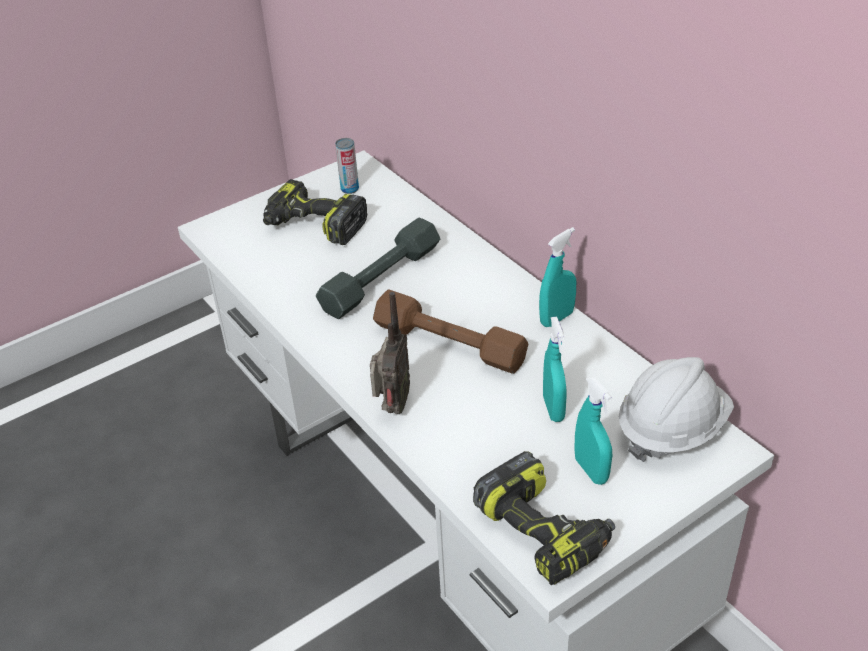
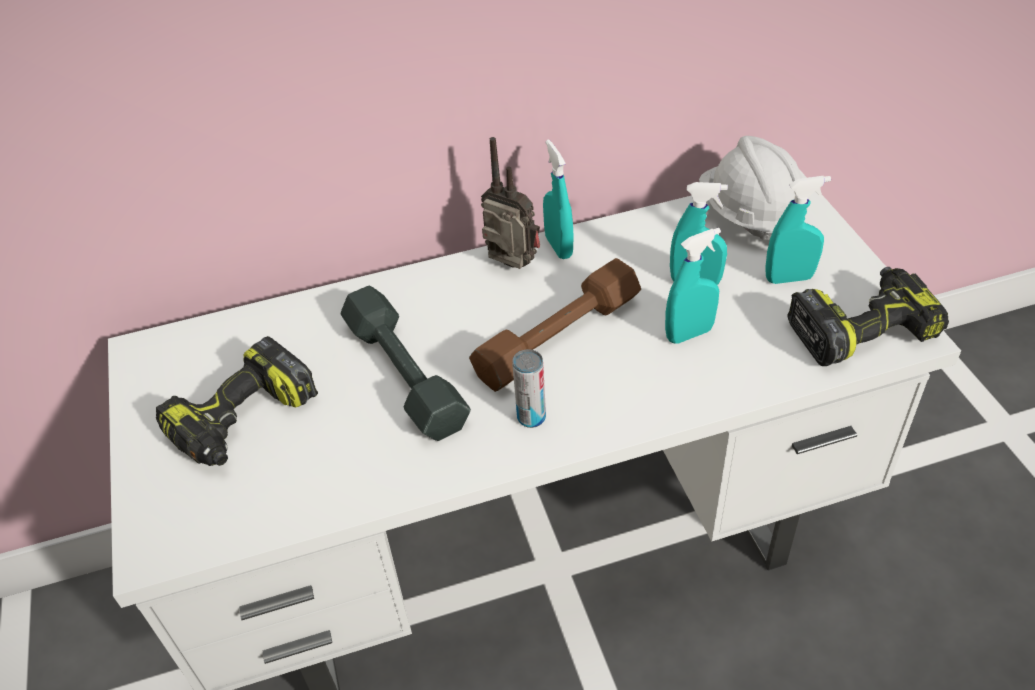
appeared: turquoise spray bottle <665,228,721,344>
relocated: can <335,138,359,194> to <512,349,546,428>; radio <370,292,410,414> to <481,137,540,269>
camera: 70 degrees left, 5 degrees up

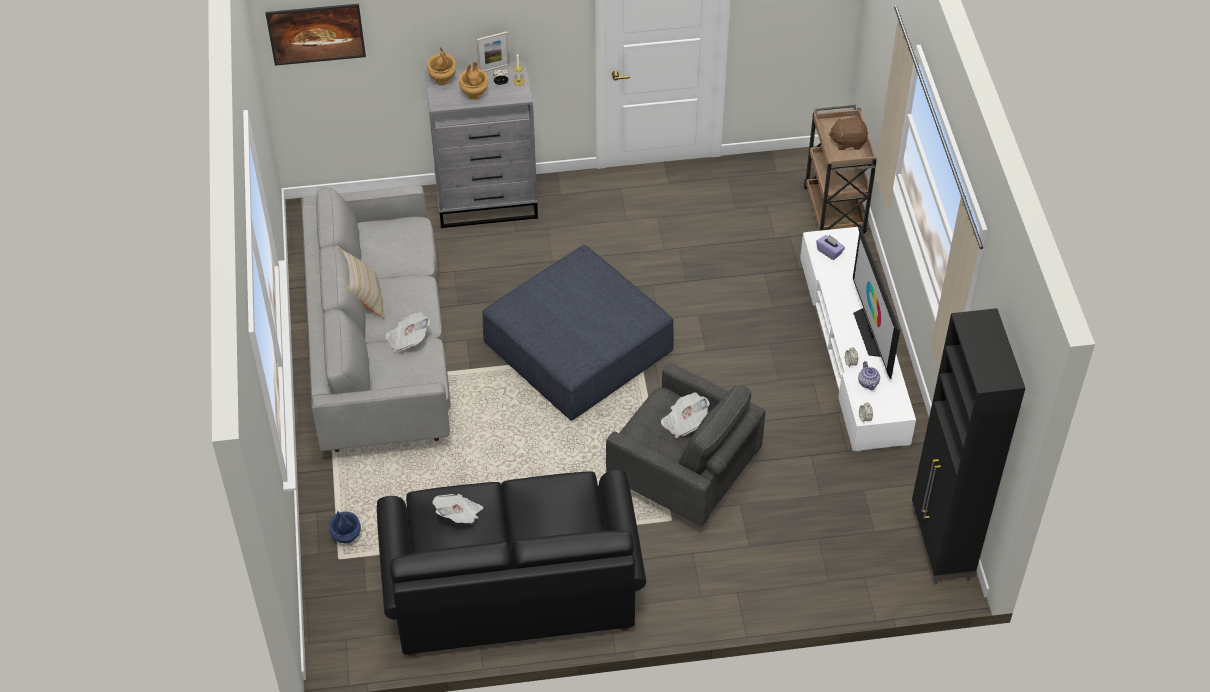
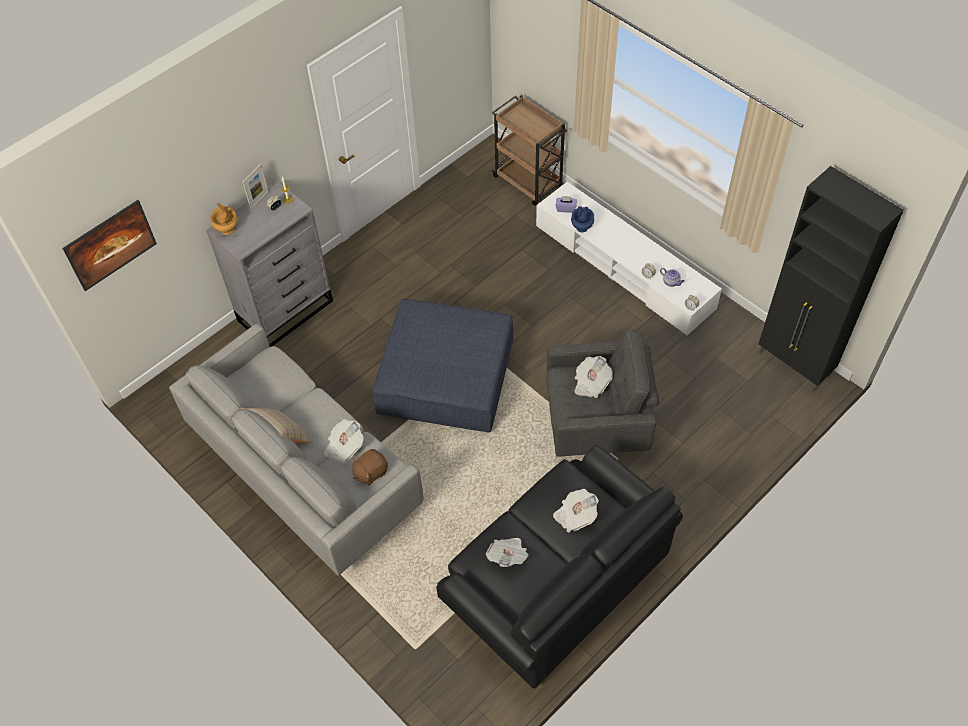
missing: brown vase <459,62,488,100>; television <853,228,900,379>
appeared: newspaper <553,489,599,533>
relocated: blue vase <329,511,361,544> to <571,206,594,232>; brown plush toy <829,116,868,150> to <352,449,388,486>
camera: 35 degrees left, 5 degrees up

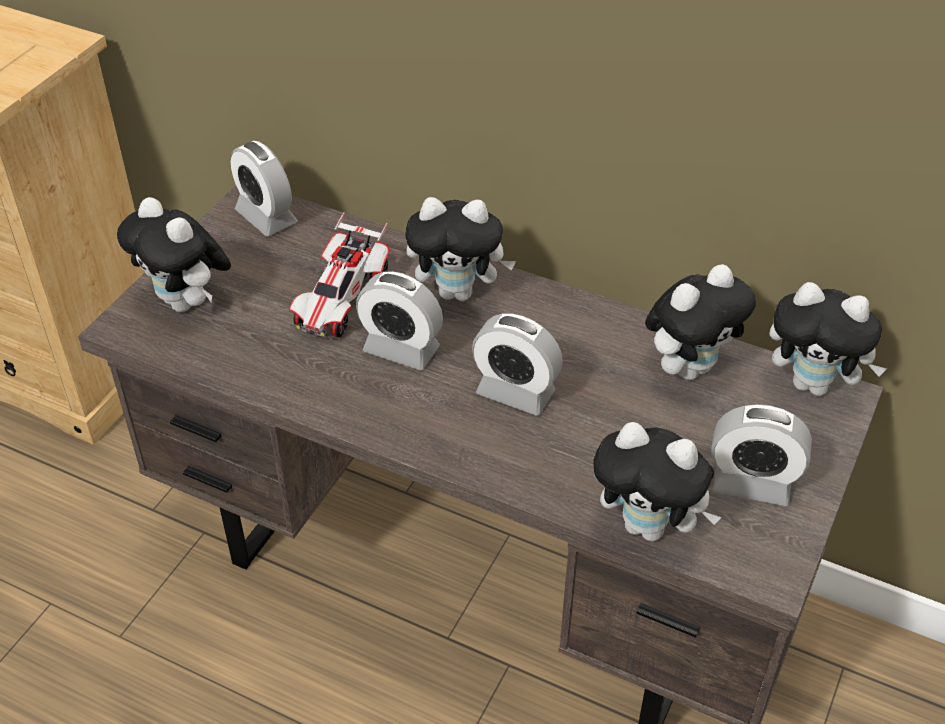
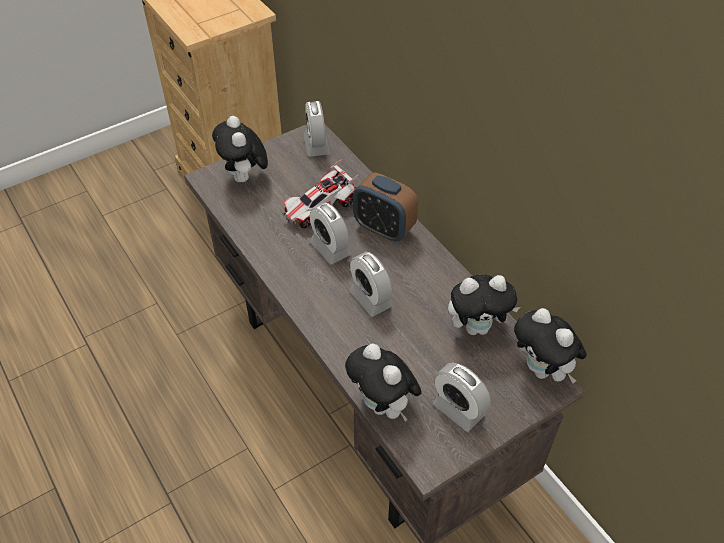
exchanged: plush toy <406,197,516,301> to alarm clock <353,172,418,242>
camera: 30 degrees right, 5 degrees up

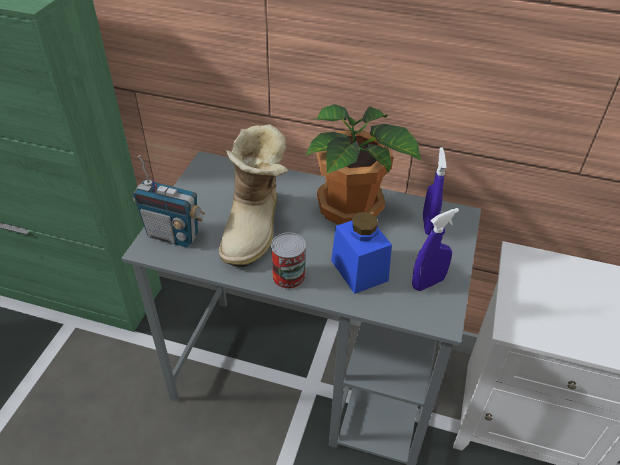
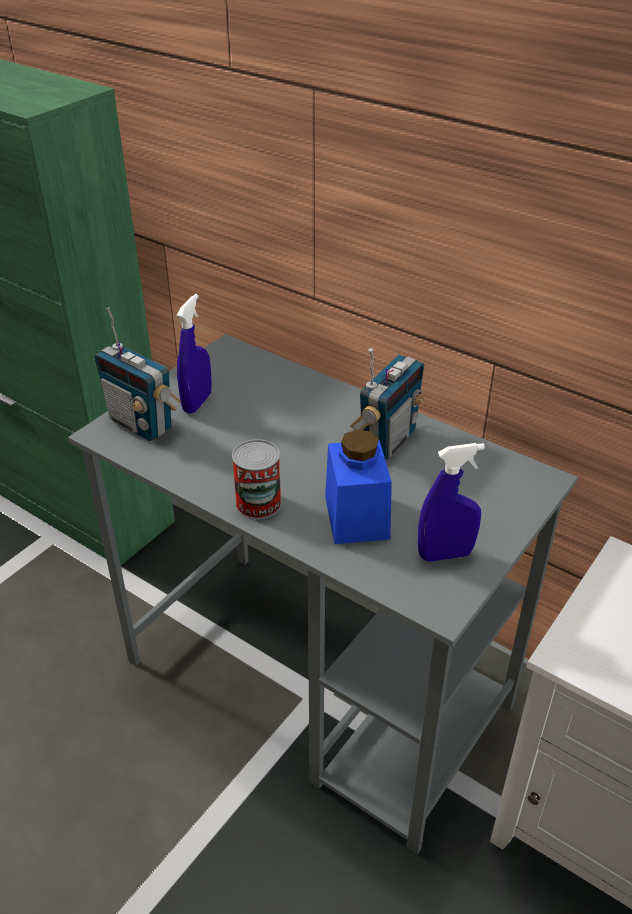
missing: boot <219,124,288,267>
relocated: blue spray bottle <423,147,446,235> to <176,294,212,414>
exchanged: potted plant <305,104,422,225> to radio <350,348,424,460>
camera: 20 degrees right, 5 degrees down

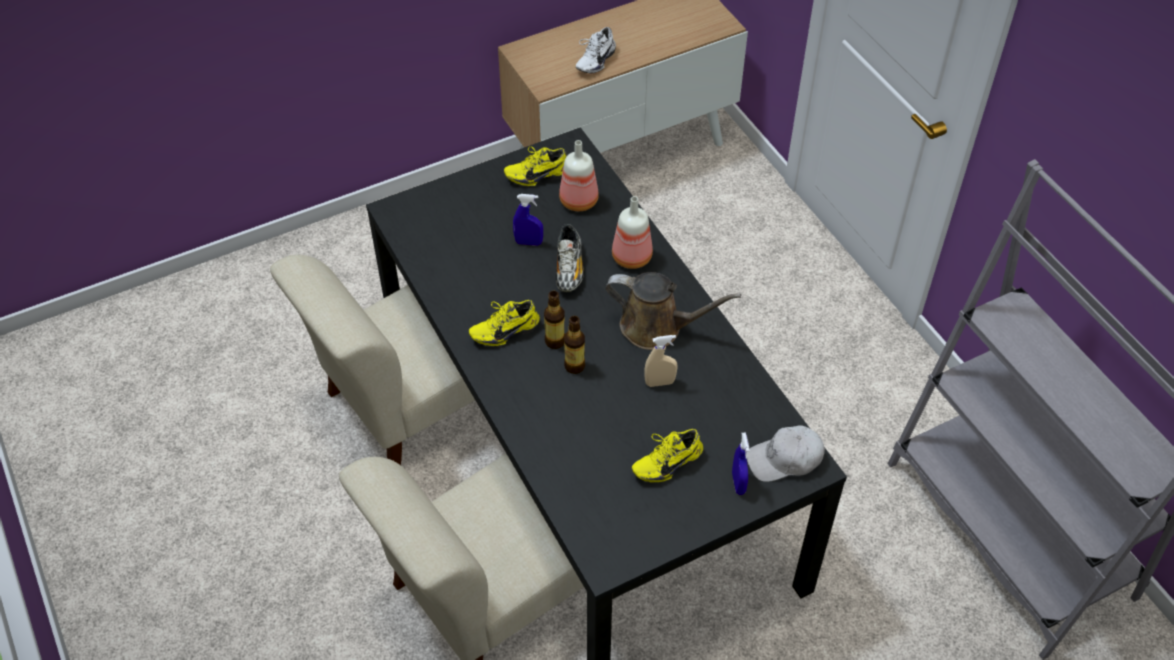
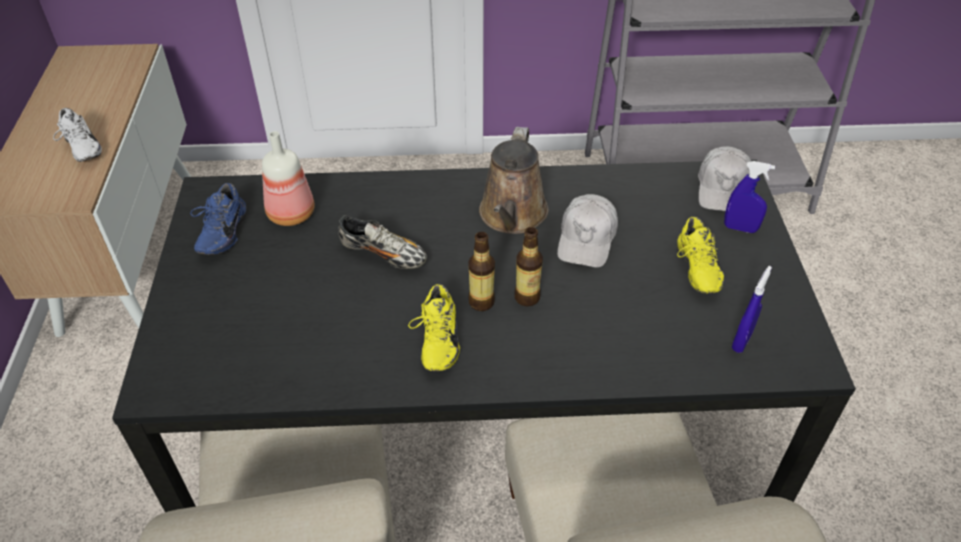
missing: bottle <612,196,653,269>
relocated: blue spray bottle <513,194,543,246> to <732,266,772,353>
exchanged: beige spray bottle <644,335,678,387> to white cap <557,194,618,268>
colour: yellow shoe <504,146,566,186> to blue shoe <190,183,247,255>
spun: brown watering can <606,272,741,350> = <479,127,549,234> 150 degrees clockwise
camera: 65 degrees left, 5 degrees down

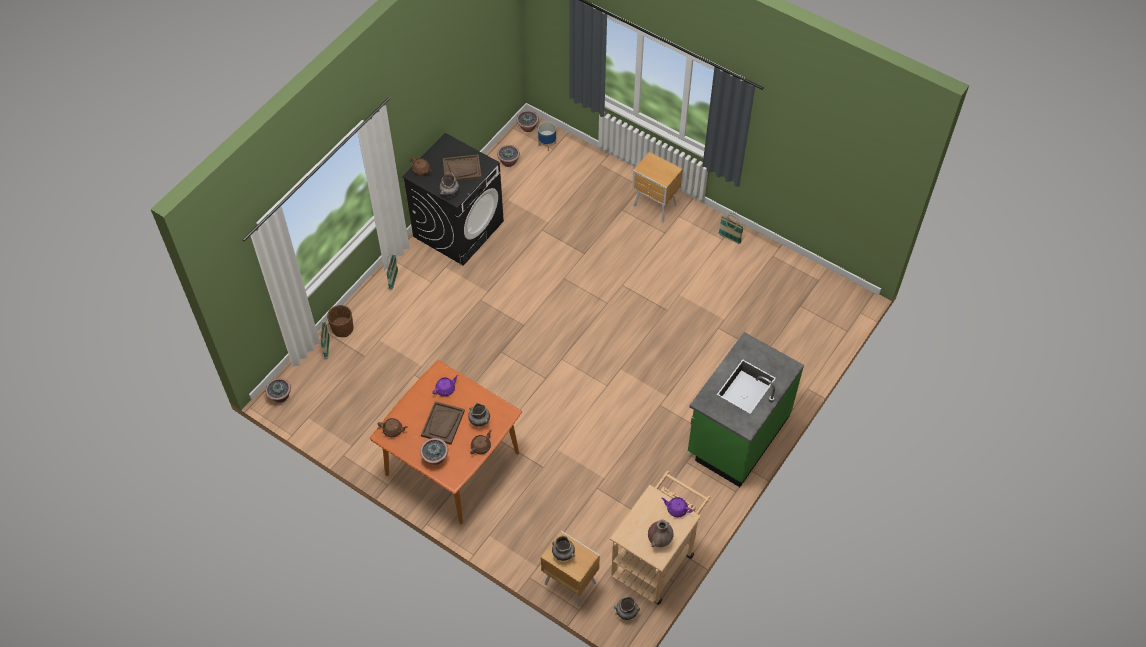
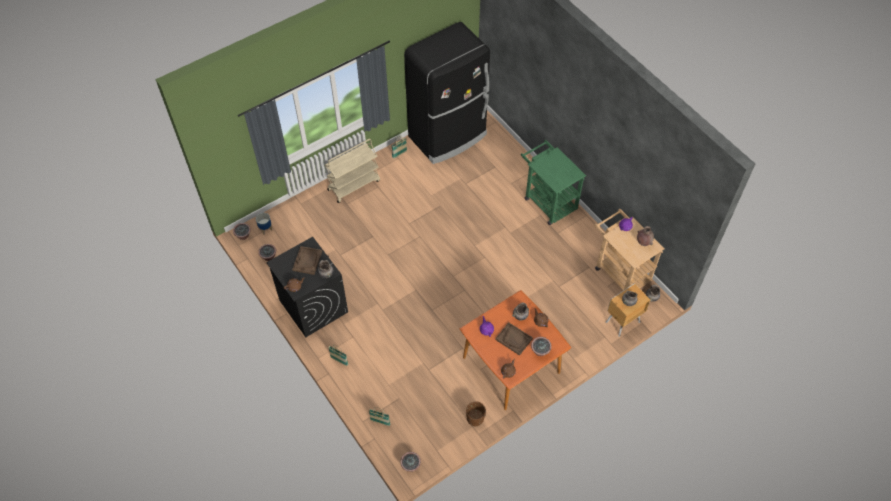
appeared: black fridge <404,22,490,164>
relocated: brown planter <327,305,353,337> to <466,401,486,427>
exchanged: brown nightstand <632,152,682,222> to beige cart <325,139,380,203>; green counter <688,332,804,487> to green cart <521,140,586,225>
camera: 70 degrees left, 0 degrees up

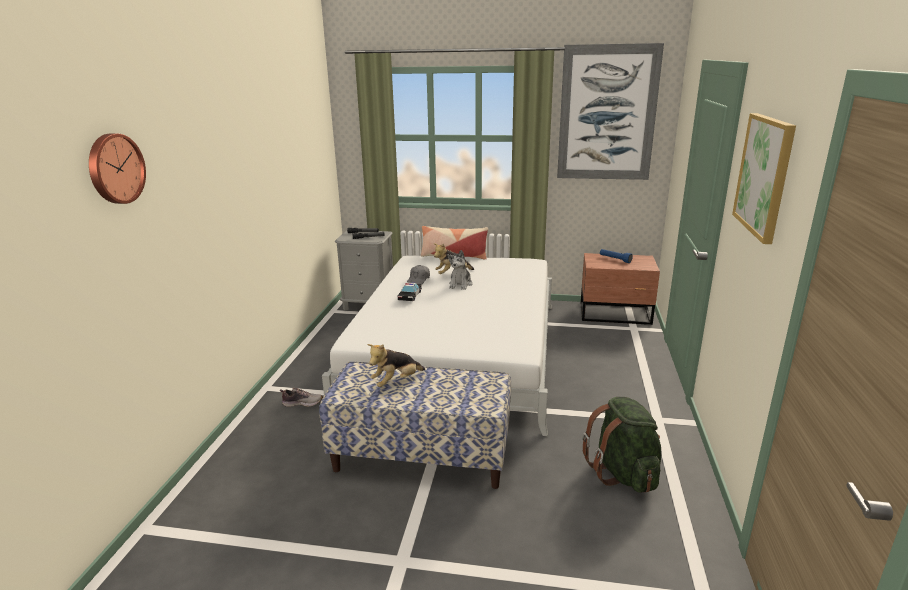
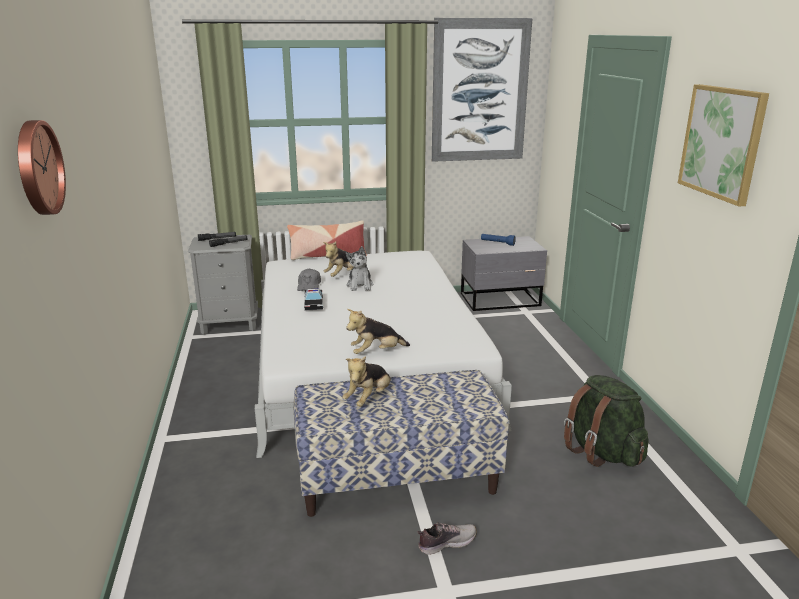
appeared: plush toy <346,309,410,354>
relocated: shoe <280,388,323,407> to <417,522,477,555>
colour: brown nightstand <581,253,660,325> to grey nightstand <461,236,547,311>
camera: 20 degrees left, 0 degrees up

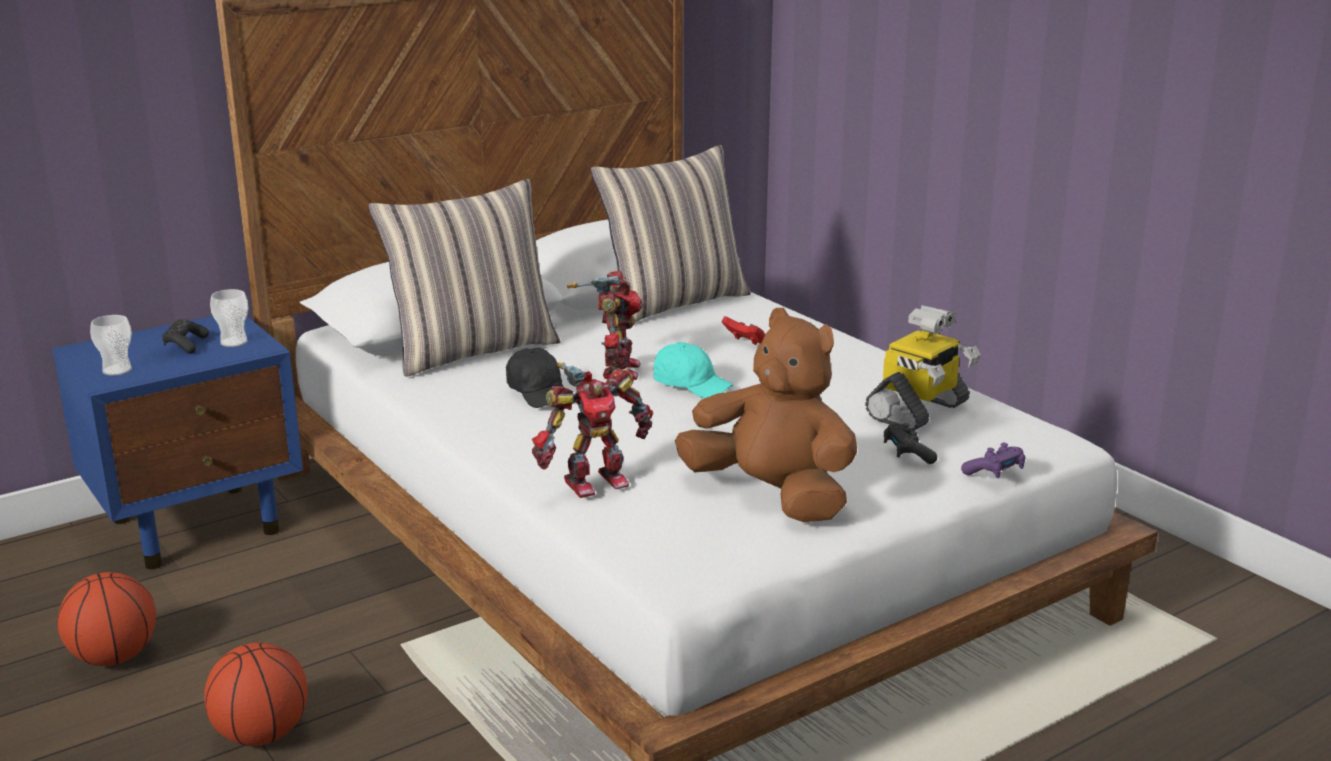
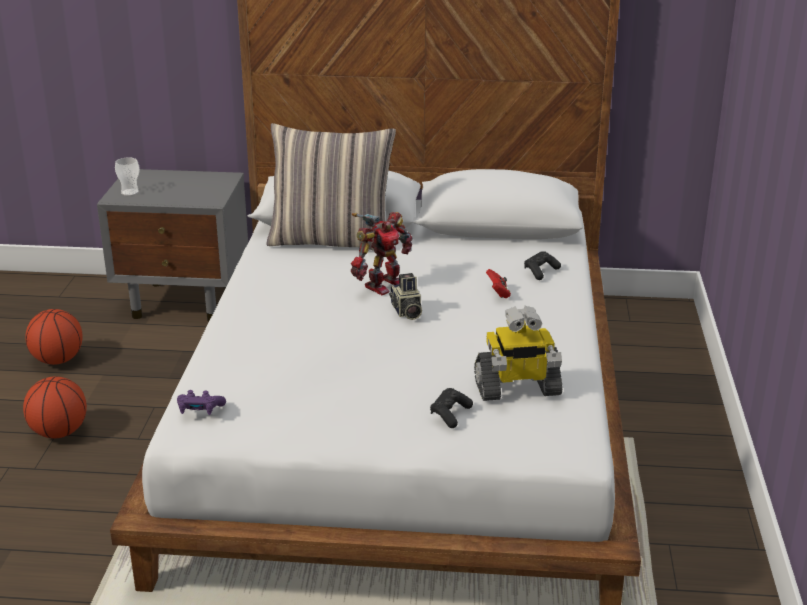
missing: cup <210,289,248,347>; black cap <506,348,563,408>; toy robot <532,362,653,498>; pillow <591,145,751,322>; brown plush toy <675,308,857,522>
relocated: black game controller <162,319,209,354> to <524,251,561,280>; purple game controller <961,443,1026,478> to <177,390,226,415>
exchanged: turquoise cap <654,342,734,398> to photo camera <389,273,422,320>
colour: blue nightstand <52,316,303,569> to grey nightstand <97,169,248,322>
camera: 40 degrees right, 5 degrees up

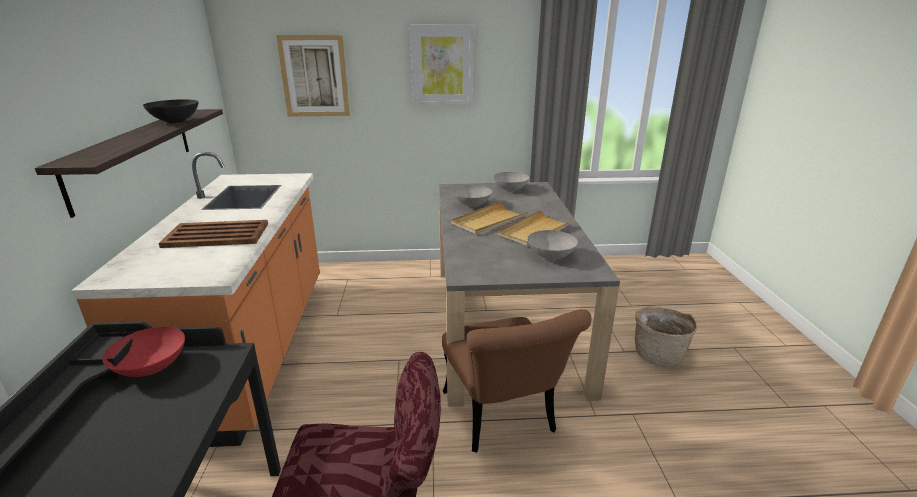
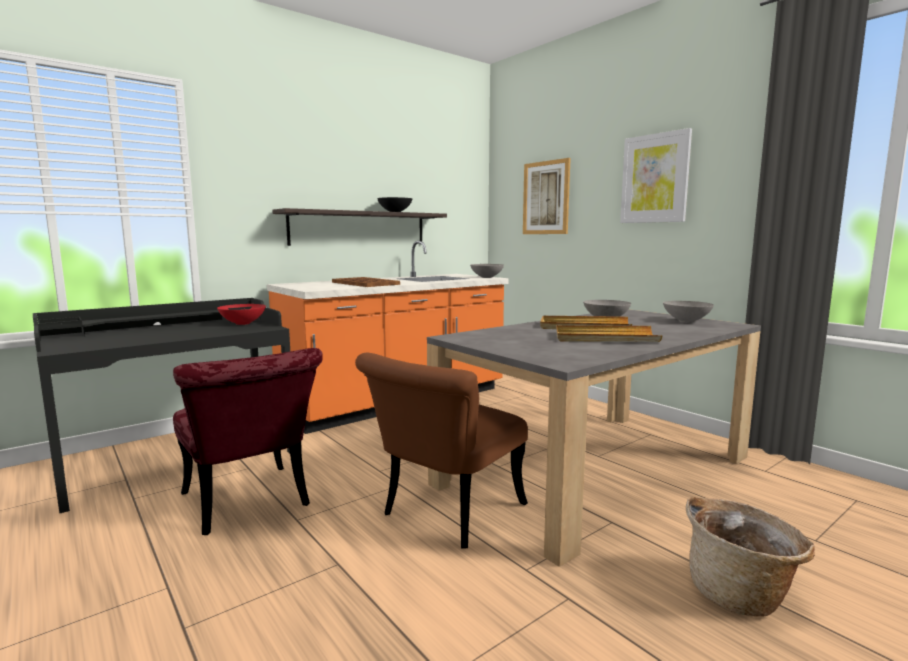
relocated: grey bowl <527,230,578,260> to <470,264,504,278>
camera: 55 degrees right, 15 degrees down

